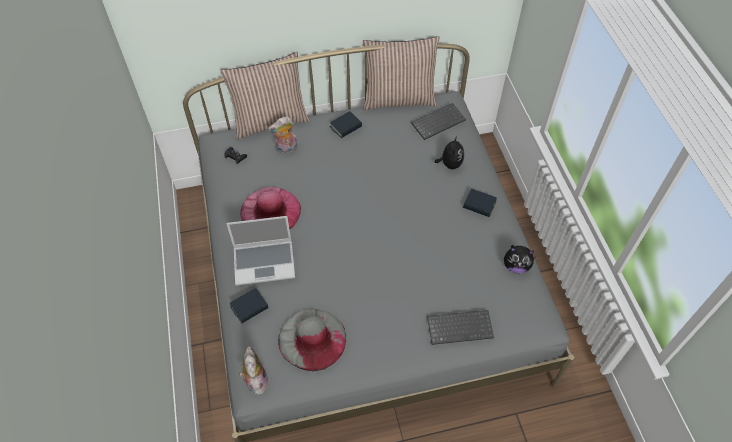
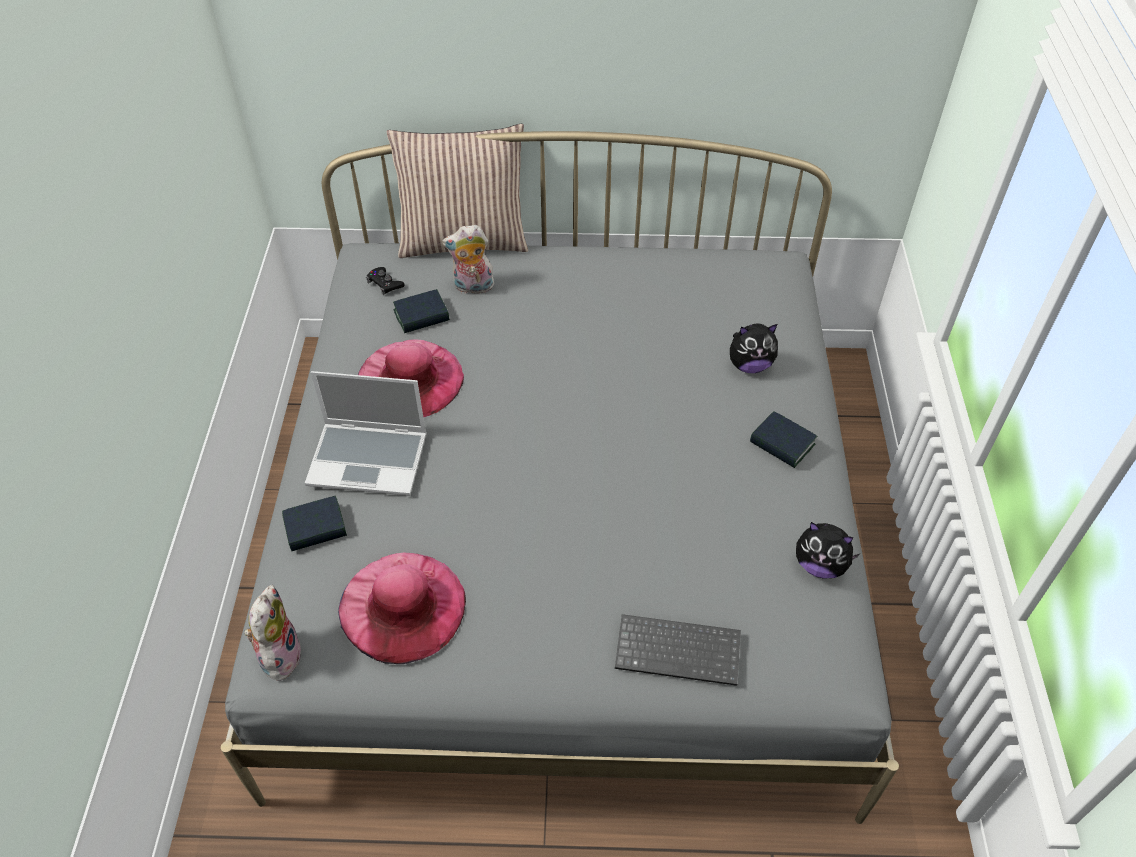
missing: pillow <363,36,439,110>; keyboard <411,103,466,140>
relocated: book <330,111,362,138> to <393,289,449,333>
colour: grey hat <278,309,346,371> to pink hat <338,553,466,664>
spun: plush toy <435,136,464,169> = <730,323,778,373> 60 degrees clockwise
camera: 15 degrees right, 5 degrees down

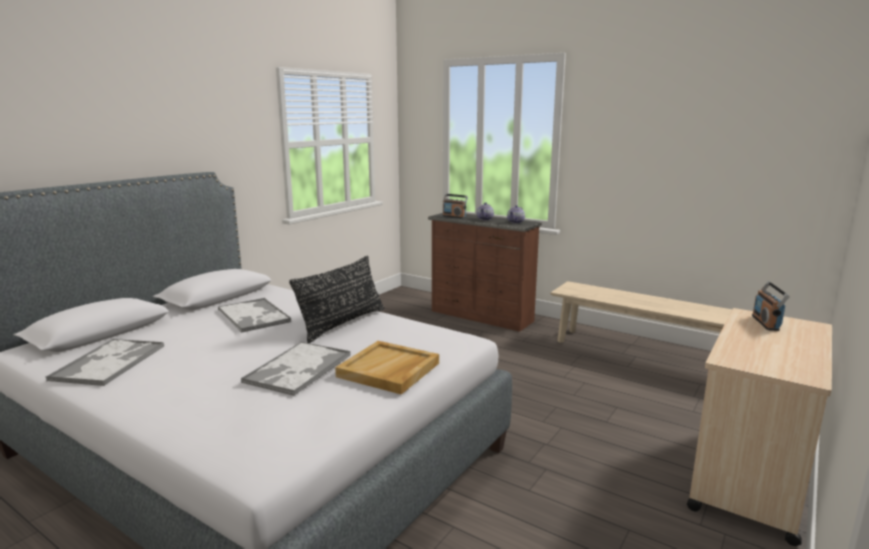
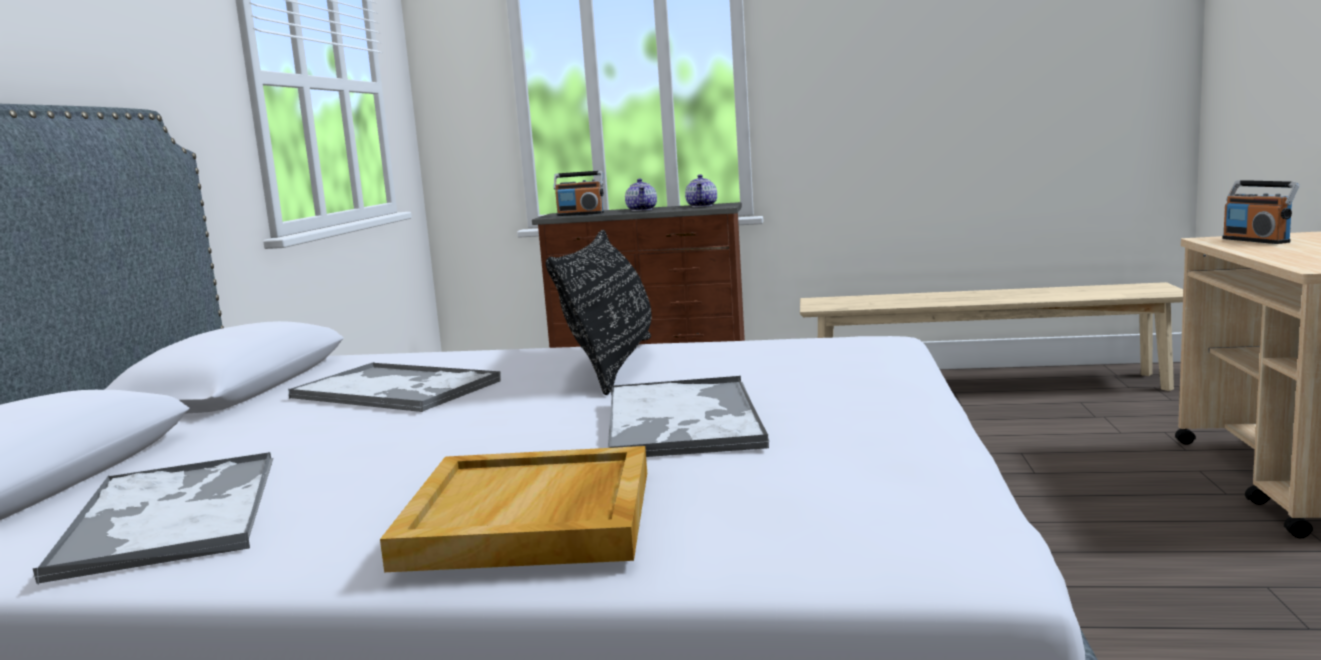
relocated: beige tray <335,341,439,395> to <380,446,647,572>
camera: 25 degrees left, 5 degrees down

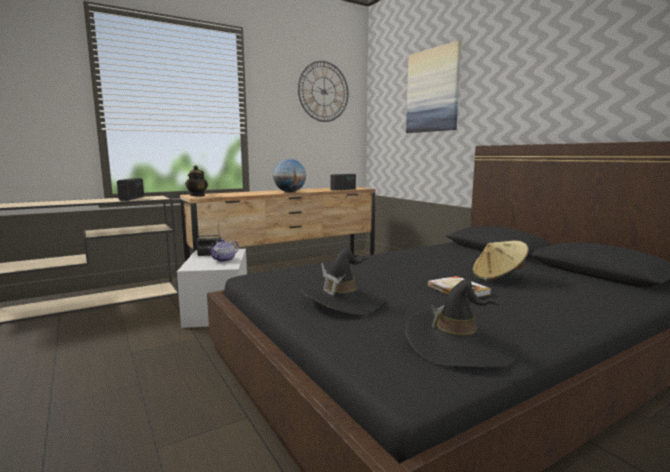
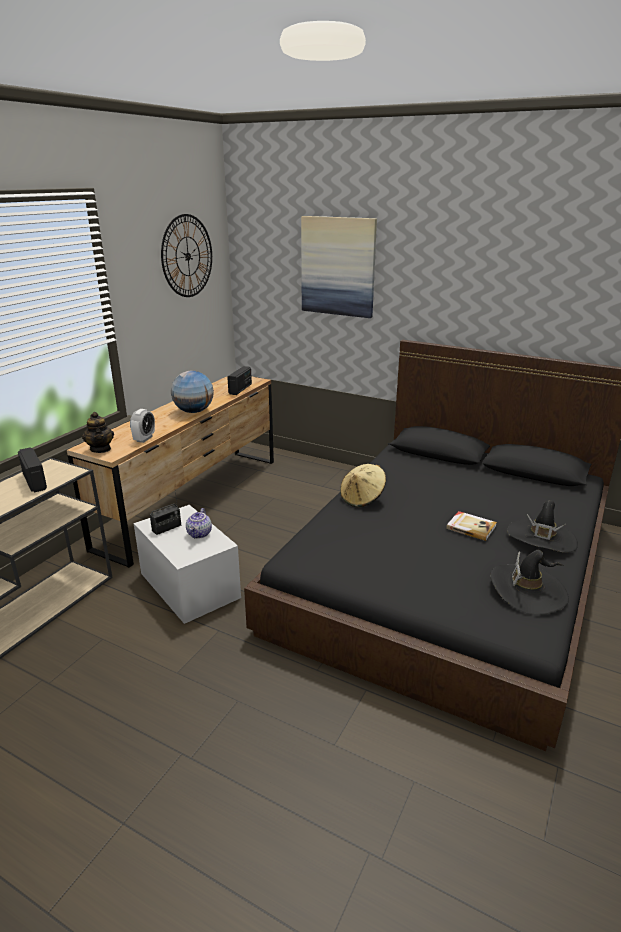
appeared: alarm clock <130,409,155,443>
relocated: black hat <301,248,385,315> to <507,500,578,553>; beige hat <472,241,529,281> to <340,464,386,507>
camera: 30 degrees left, 15 degrees up

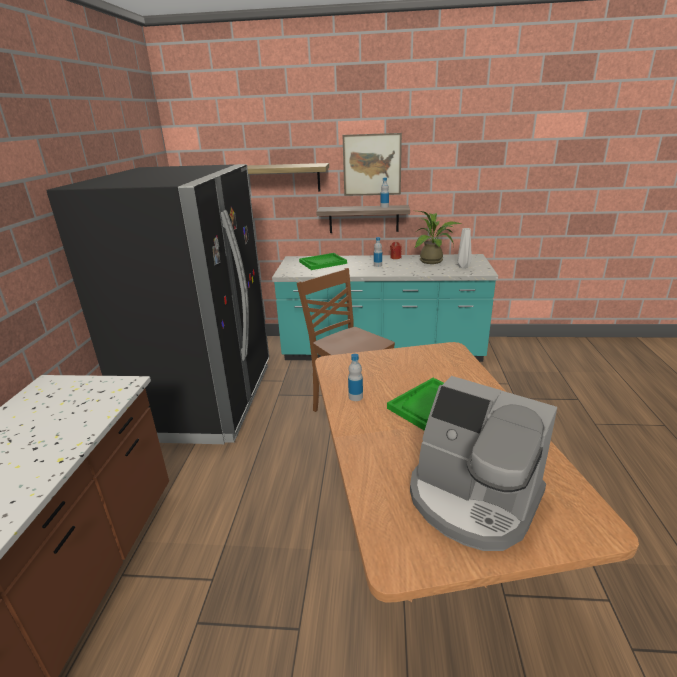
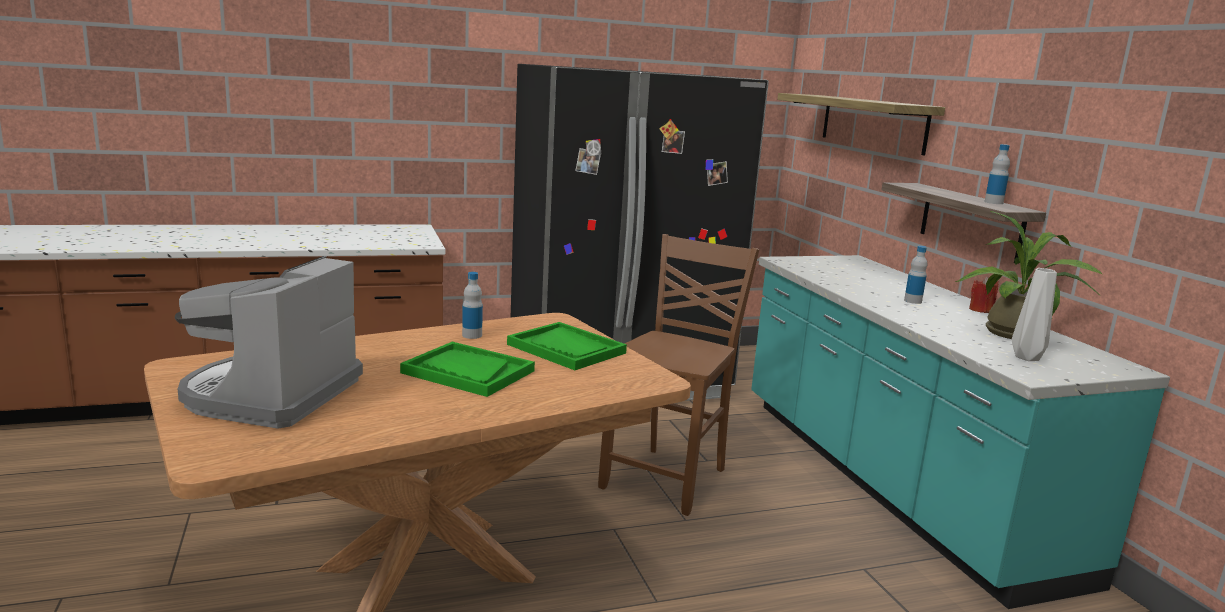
missing: picture <342,133,402,196>
relocated: green tray <299,253,347,270> to <507,322,627,370>
camera: 65 degrees right, 10 degrees down

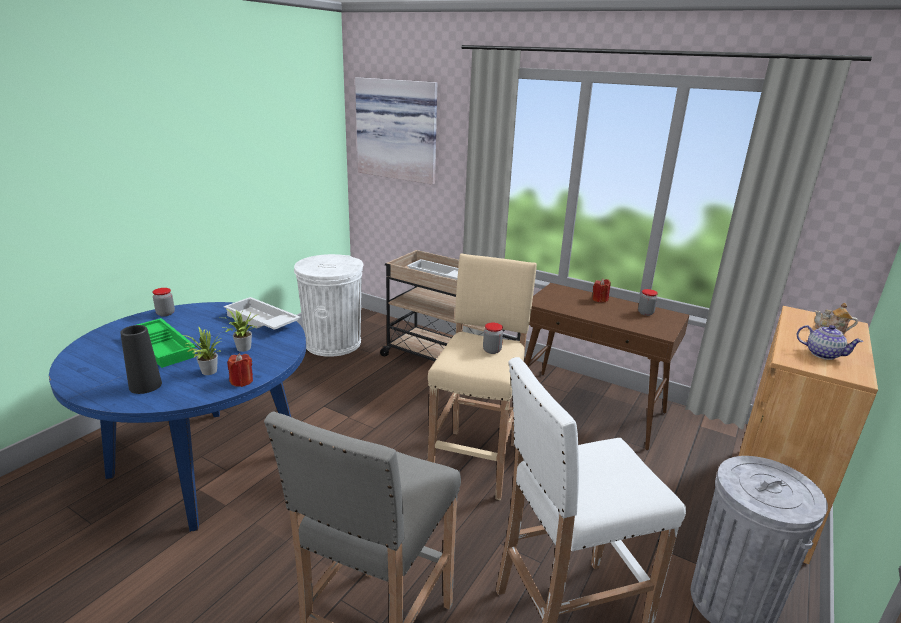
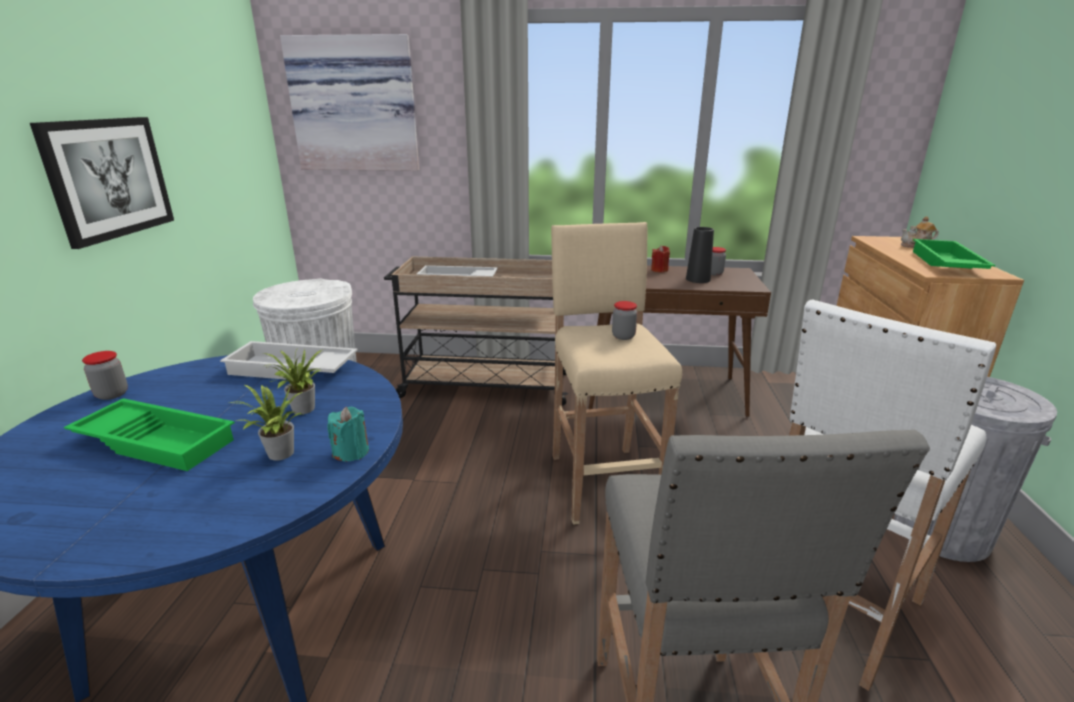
appeared: picture <30,117,174,249>
relocated: black vase <120,325,162,394> to <686,227,714,283>
exchanged: teapot <797,325,863,360> to green tray <913,239,995,269>
colour: red candle <227,353,253,387> to turquoise candle <327,407,369,462>
camera: 25 degrees left, 0 degrees up

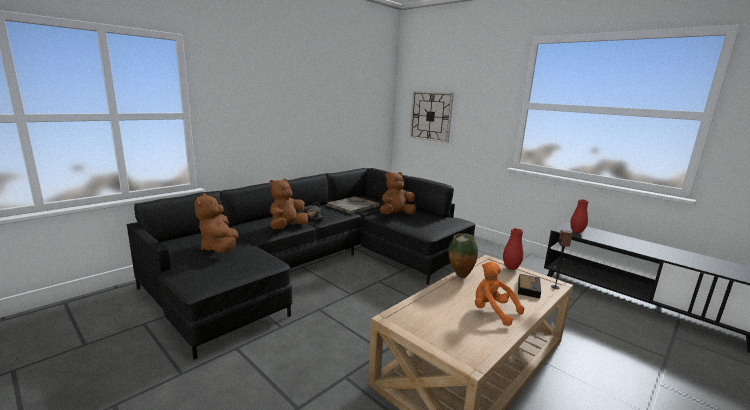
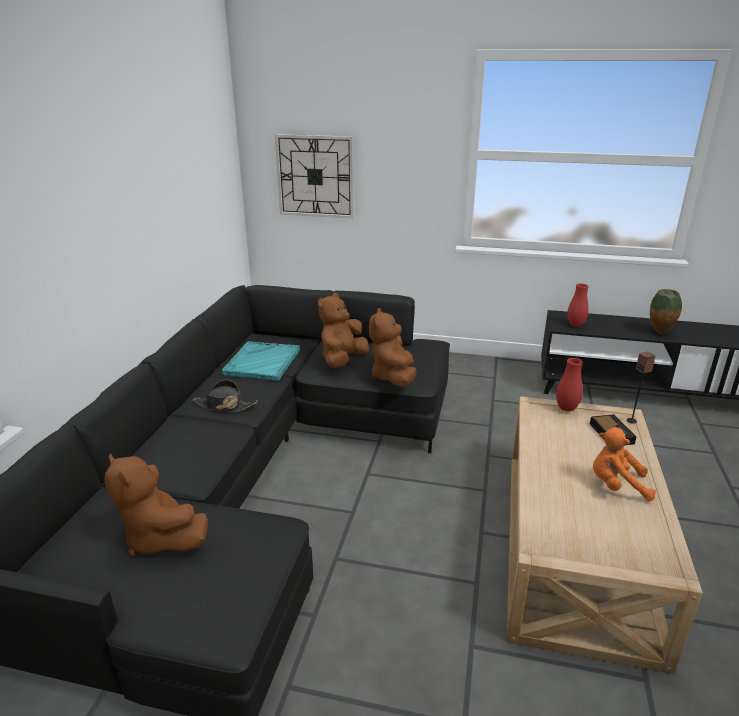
relocated: brown plush toy <269,179,308,230> to <369,308,417,386>; vase <449,233,478,278> to <650,289,682,334>
colour: grey tray <327,196,379,214> to turquoise tray <222,341,300,381>
camera: 30 degrees left, 10 degrees up

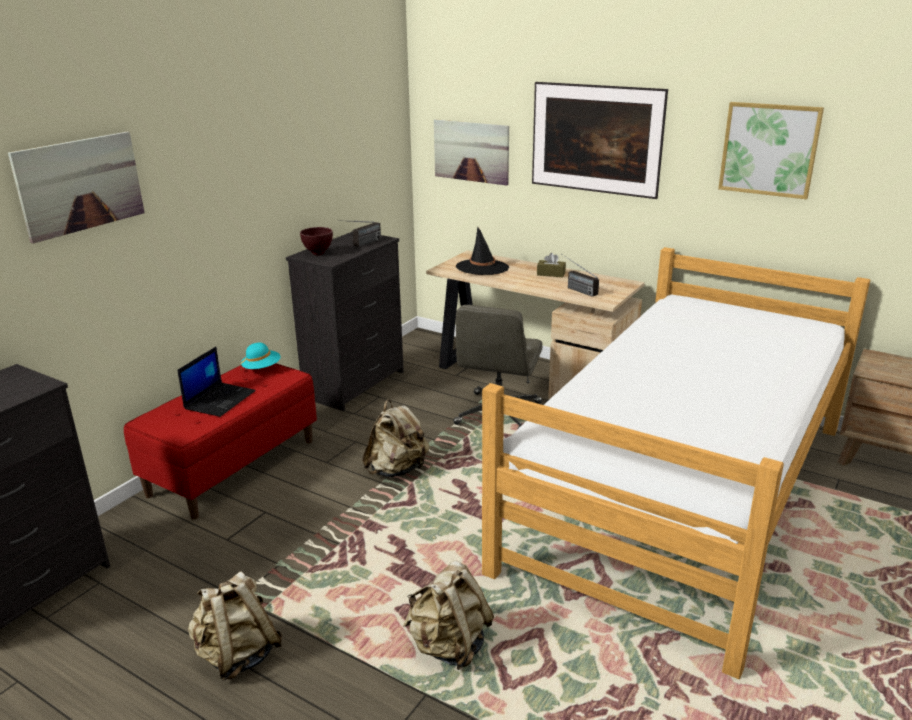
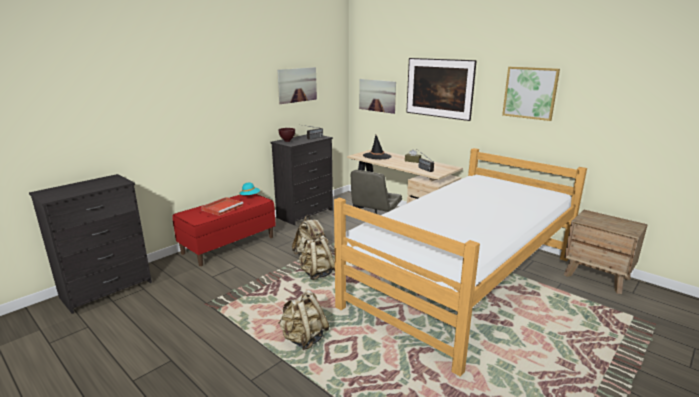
relocated: picture <8,132,145,243> to <277,67,317,104>; beige backpack <188,571,283,680> to <299,235,335,280>
exchanged: laptop <178,347,256,417> to red tray <201,197,243,216>
camera: 10 degrees right, 5 degrees down

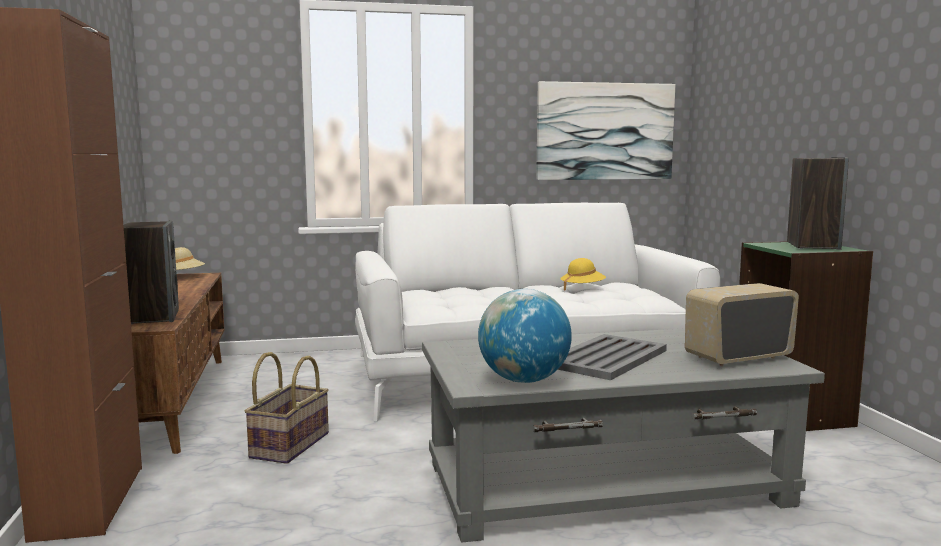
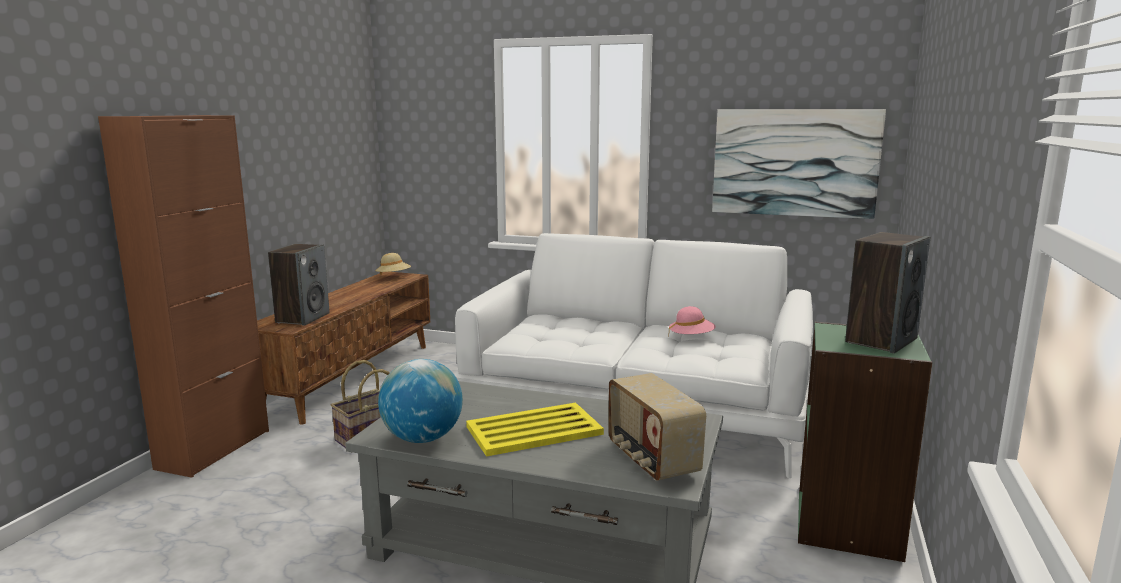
colour: grey tray <558,334,667,380> to yellow tray <466,403,604,457>; yellow hat <560,258,606,291> to pink hat <669,306,716,334>
spun: radio <685,283,799,366> = <608,373,706,481> 120 degrees counterclockwise
camera: 30 degrees right, 5 degrees up

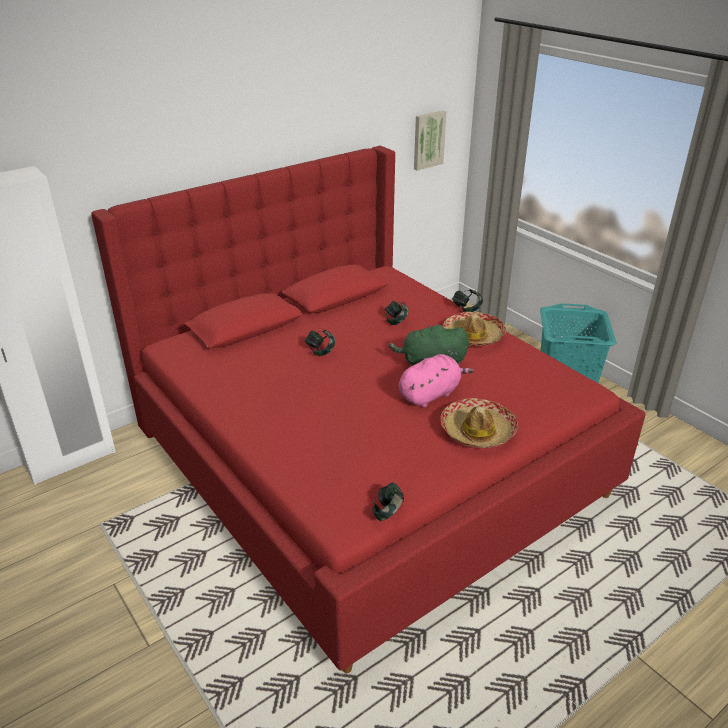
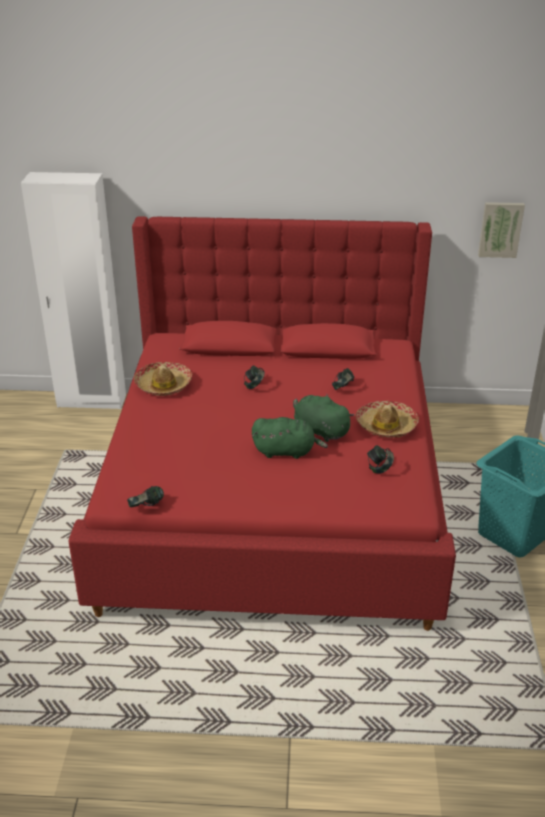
relocated: hat <440,398,518,448> to <134,362,192,396>; headphones <452,289,483,312> to <367,445,394,474>
colour: pink plush toy <399,354,474,407> to green plush toy <252,417,328,459>
camera: 40 degrees right, 0 degrees up

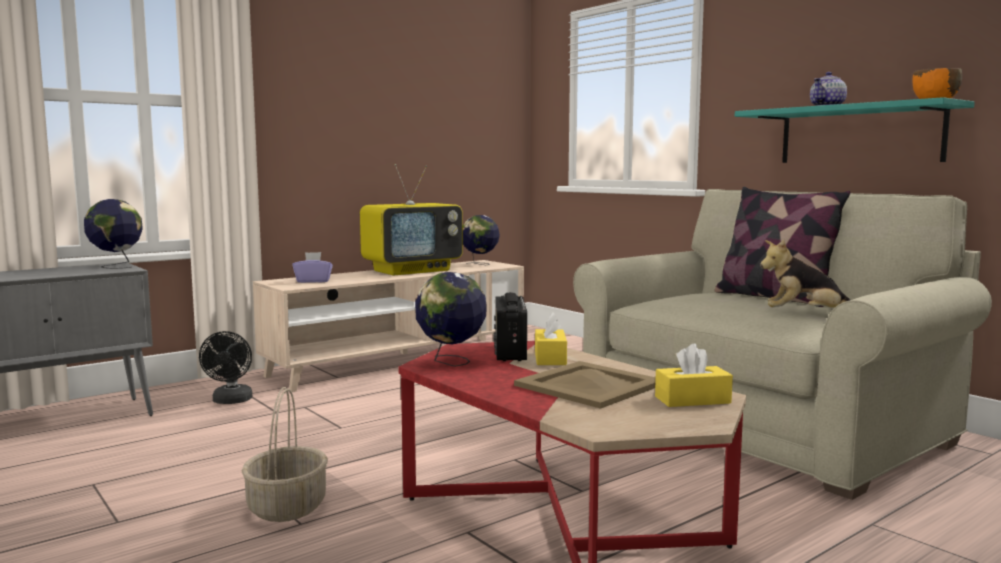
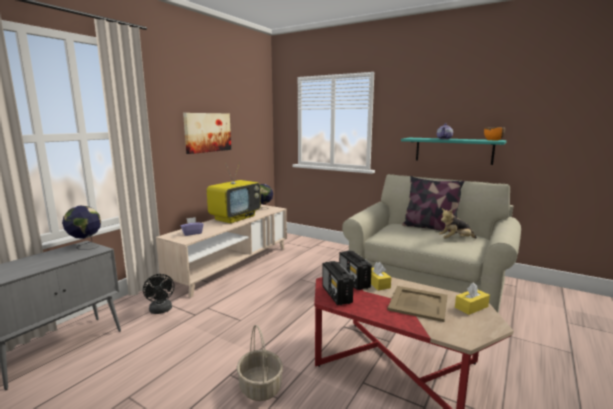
appeared: picture <183,113,231,154>
exchanged: globe <415,272,486,367> to radio <322,261,354,305>
camera: 20 degrees left, 5 degrees up

